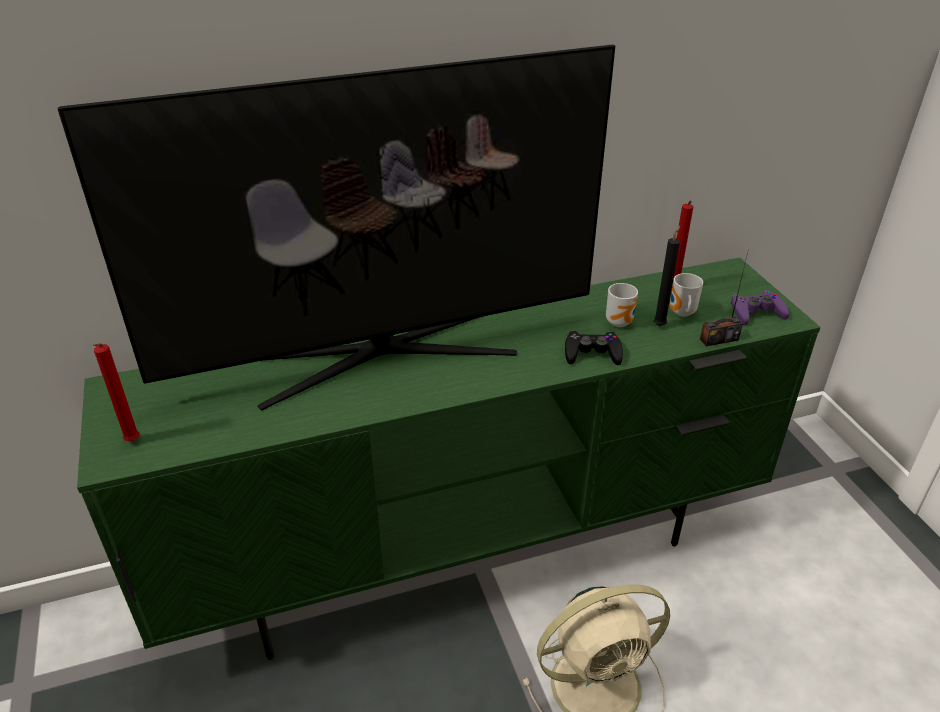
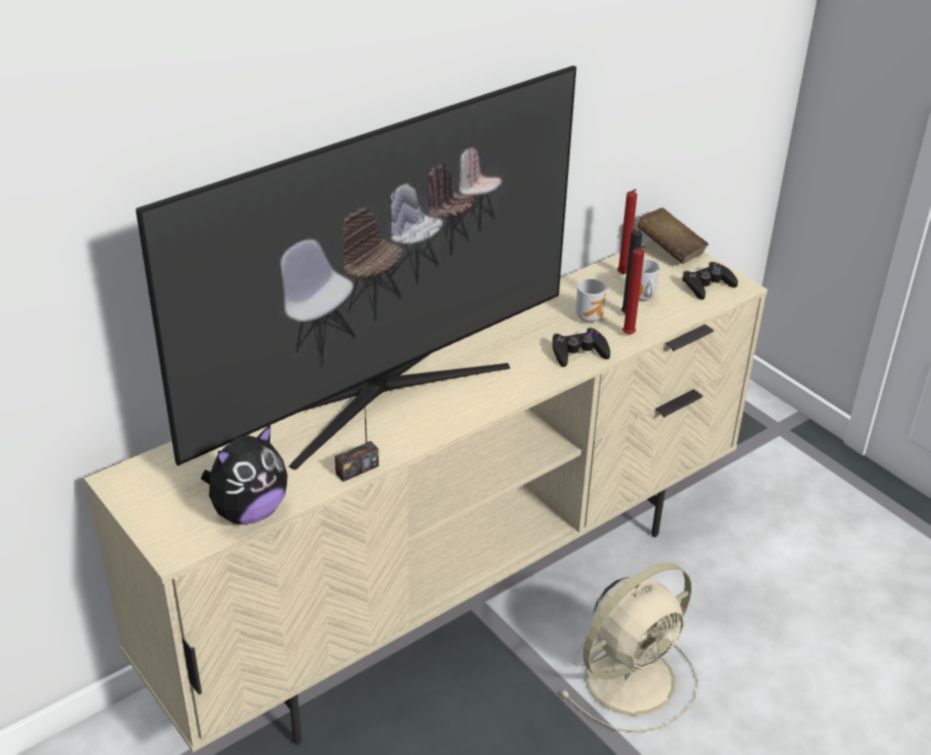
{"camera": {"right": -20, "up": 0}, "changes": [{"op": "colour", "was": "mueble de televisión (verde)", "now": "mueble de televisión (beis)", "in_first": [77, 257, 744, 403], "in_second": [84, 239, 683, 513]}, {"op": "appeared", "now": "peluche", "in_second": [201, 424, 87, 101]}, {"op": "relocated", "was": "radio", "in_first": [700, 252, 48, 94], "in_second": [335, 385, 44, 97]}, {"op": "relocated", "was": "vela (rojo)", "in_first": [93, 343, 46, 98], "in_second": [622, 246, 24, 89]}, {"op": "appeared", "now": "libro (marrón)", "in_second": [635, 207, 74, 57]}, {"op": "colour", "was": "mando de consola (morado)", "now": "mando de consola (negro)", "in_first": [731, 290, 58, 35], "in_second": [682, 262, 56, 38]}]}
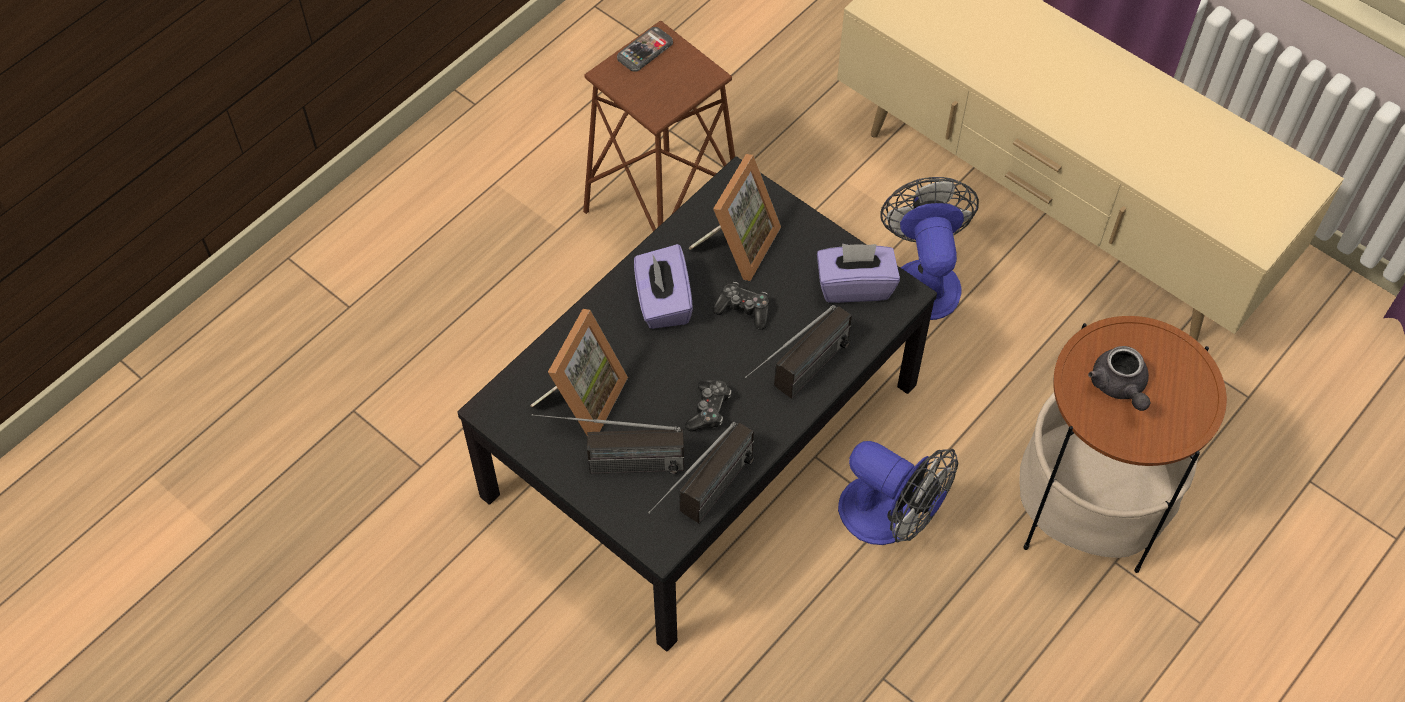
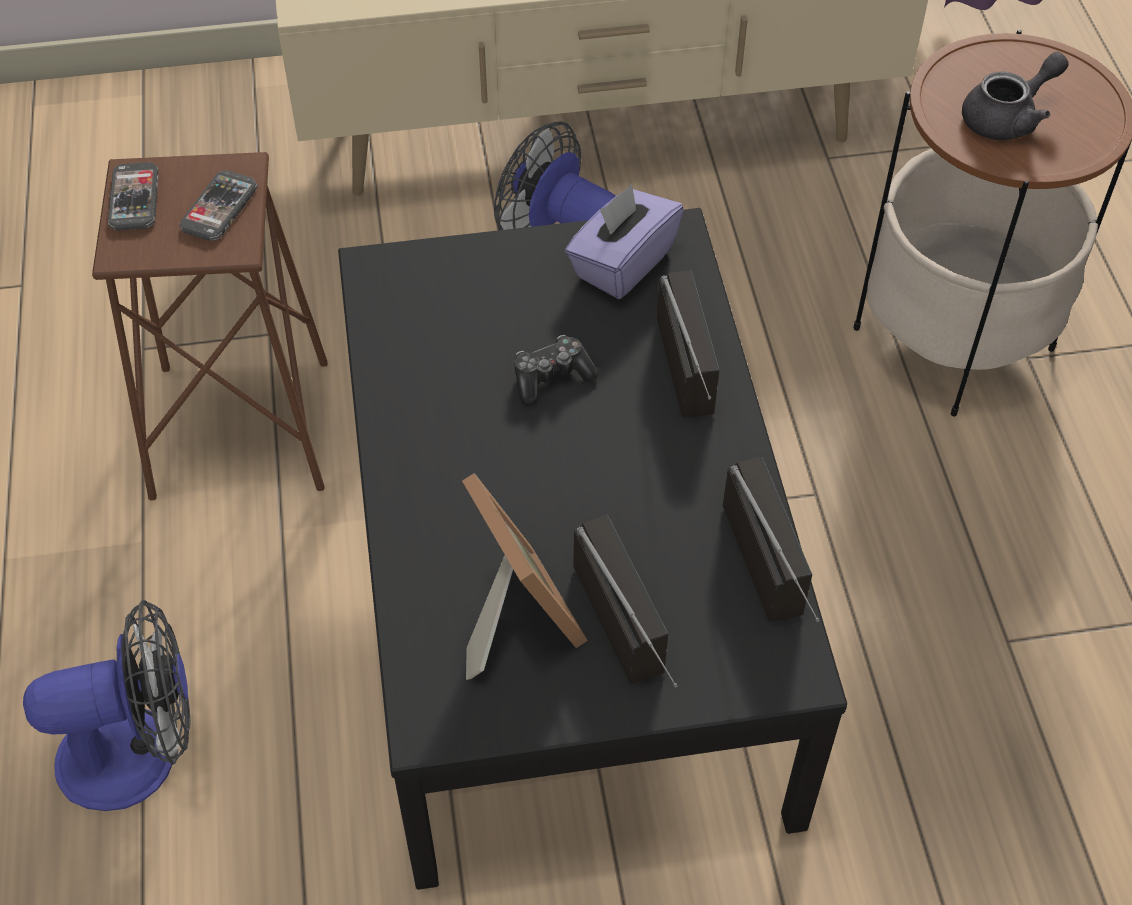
{"camera": {"right": -50, "up": -5}, "changes": [{"op": "relocated", "was": "ventilador", "in_first": [838, 441, 120, 104], "in_second": [23, 599, 168, 212]}, {"op": "appeared", "now": "móvil", "in_second": [179, 170, 79, 71]}, {"op": "spun", "was": "radio", "in_first": [531, 414, 153, 60], "in_second": [573, 515, 105, 172], "clockwise": -60}, {"op": "spun", "was": "tetera (gris)", "in_first": [1088, 346, 62, 65], "in_second": [962, 52, 107, 89], "clockwise": -60}, {"op": "missing", "was": "caja de pañuelos (morado)", "in_first": [634, 244, 59, 85]}, {"op": "missing", "was": "mando de consola", "in_first": [685, 380, 46, 52]}, {"op": "missing", "was": "portarretratos", "in_first": [688, 154, 93, 127]}]}
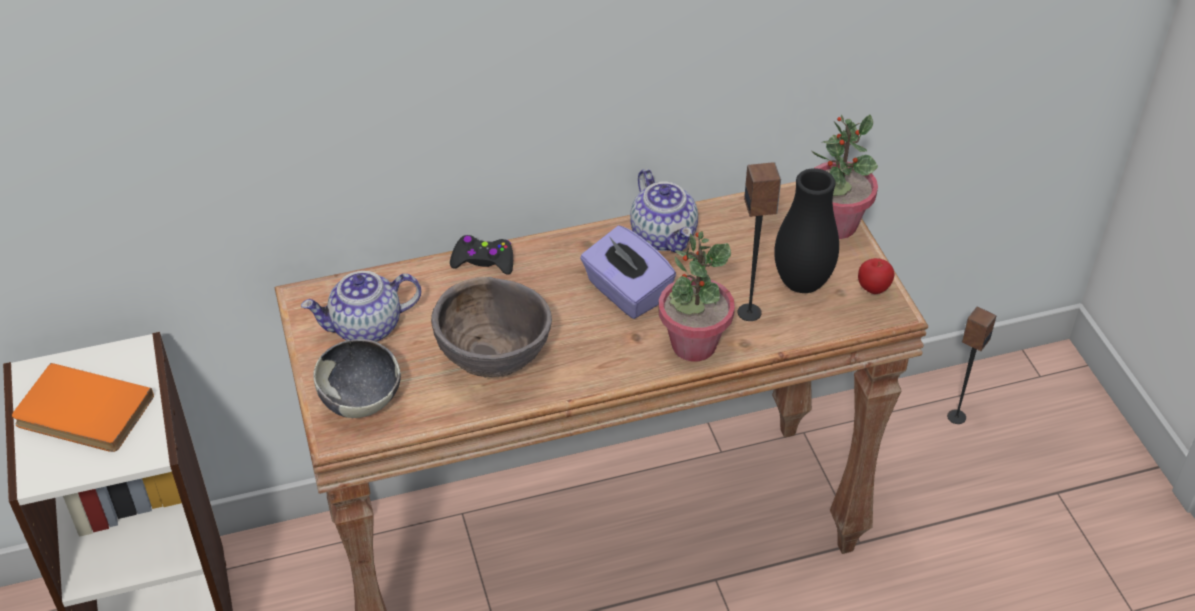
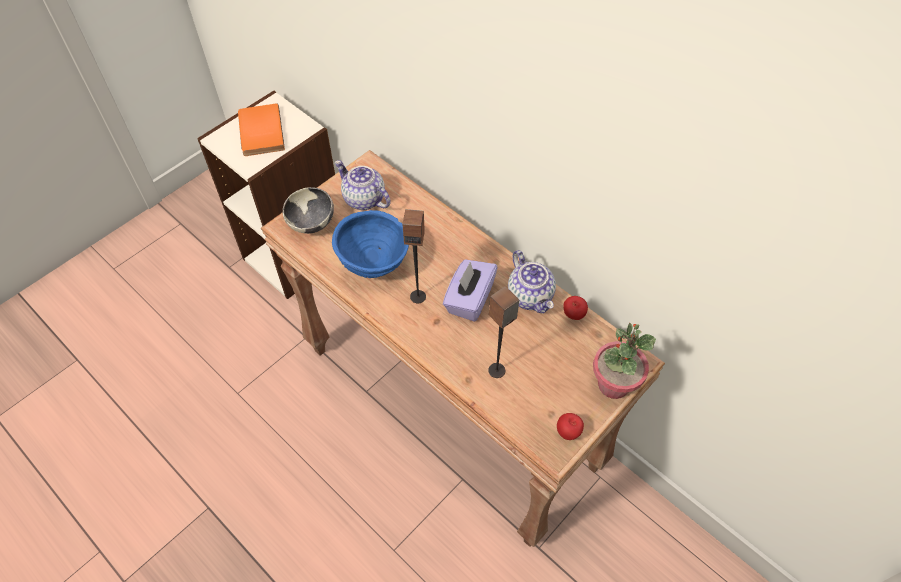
{"camera": {"right": 60, "up": 10}, "changes": [{"op": "colour", "was": "cuenco (marrón)", "now": "cuenco (azul)", "in_first": [431, 277, 121, 101], "in_second": [332, 210, 77, 68]}, {"op": "relocated", "was": "altavoz", "in_first": [947, 307, 49, 117], "in_second": [402, 209, 24, 94]}, {"op": "spun", "was": "tetera", "in_first": [630, 169, 68, 84], "in_second": [508, 250, 48, 64], "clockwise": -60}, {"op": "appeared", "now": "manzana", "in_second": [563, 296, 25, 24]}, {"op": "missing", "was": "mando de consola (negro)", "in_first": [450, 235, 63, 40]}, {"op": "missing", "was": "planta en maceta", "in_first": [658, 231, 77, 130]}, {"op": "missing", "was": "florero (negro)", "in_first": [774, 168, 65, 125]}]}
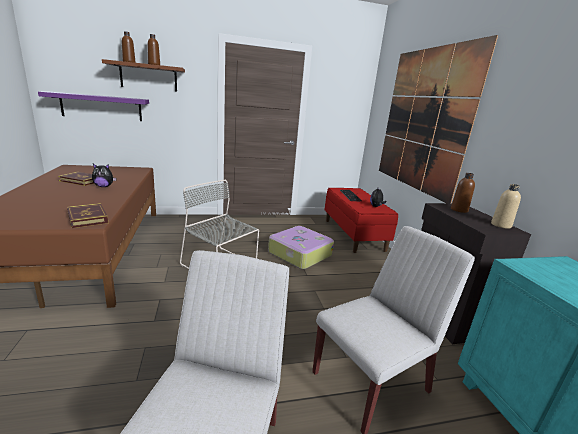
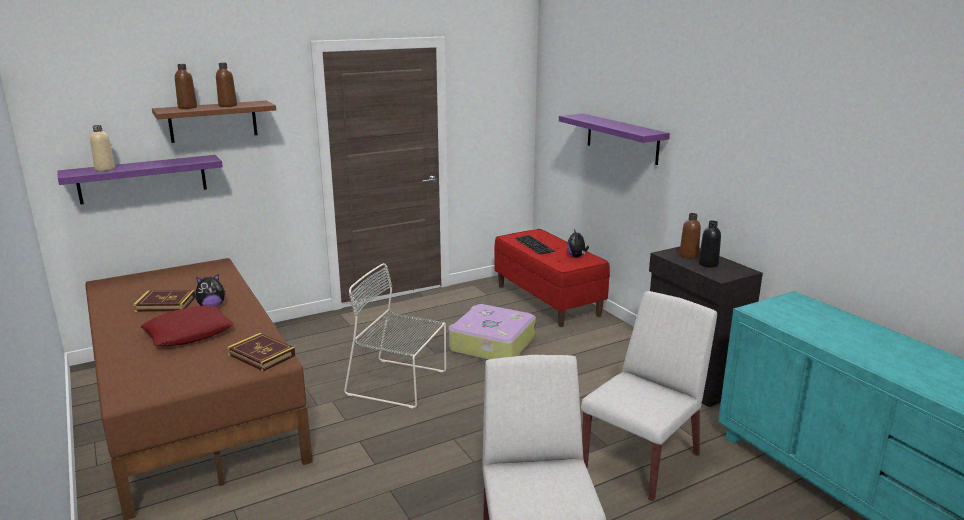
{"camera": {"right": -15, "up": 0}, "changes": [{"op": "relocated", "was": "botella (beis)", "in_first": [491, 184, 30, 45], "in_second": [90, 125, 25, 46]}, {"op": "appeared", "now": "cojín (rojo)", "in_second": [140, 306, 94, 40]}, {"op": "exchanged", "was": "cuadro", "now": "estante (morado)", "in_first": [379, 35, 119, 168], "in_second": [559, 113, 111, 52]}, {"op": "appeared", "now": "botella (negro)", "in_second": [699, 220, 22, 48]}]}
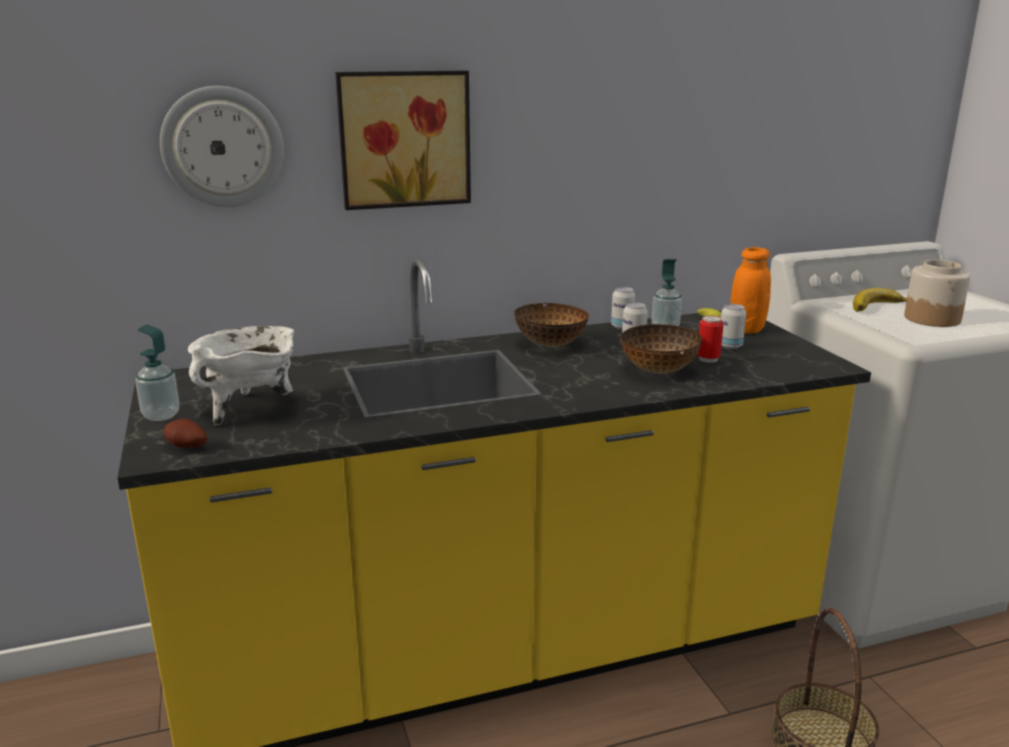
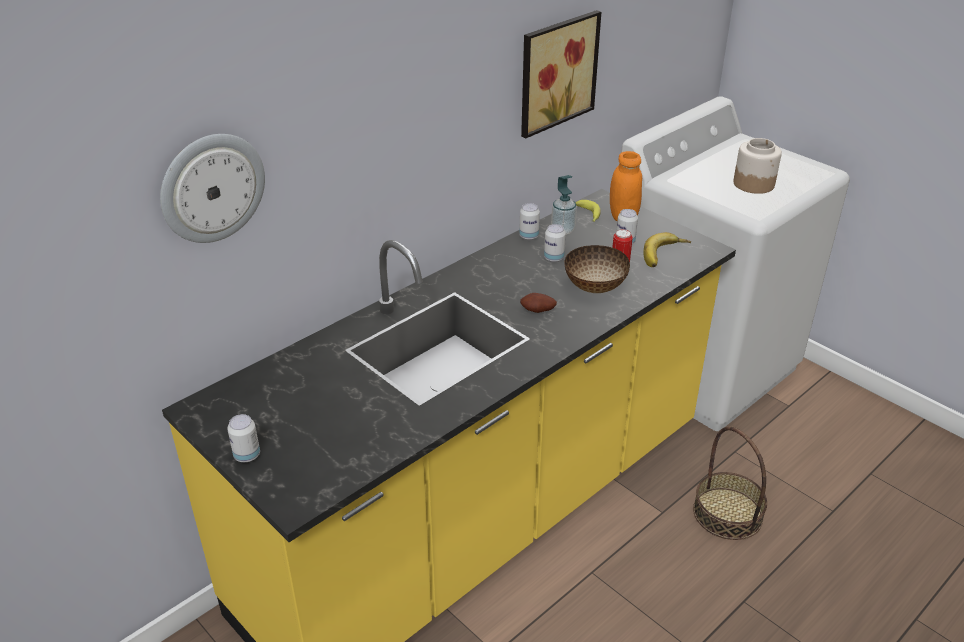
{"camera": {"right": -25, "up": 15}, "changes": [{"op": "exchanged", "was": "dispensador de jabón", "now": "lata", "in_first": [135, 325, 44, 96], "in_second": [227, 414, 33, 48]}, {"op": "relocated", "was": "patata", "in_first": [164, 419, 43, 29], "in_second": [520, 293, 37, 20]}, {"op": "relocated", "was": "cuadro", "in_first": [335, 71, 136, 139], "in_second": [521, 10, 80, 128]}, {"op": "relocated", "was": "plátano", "in_first": [853, 288, 54, 24], "in_second": [643, 232, 48, 35]}, {"op": "missing", "was": "olla (blanco)", "in_first": [188, 326, 106, 100]}, {"op": "missing", "was": "cuenco", "in_first": [515, 303, 74, 44]}]}
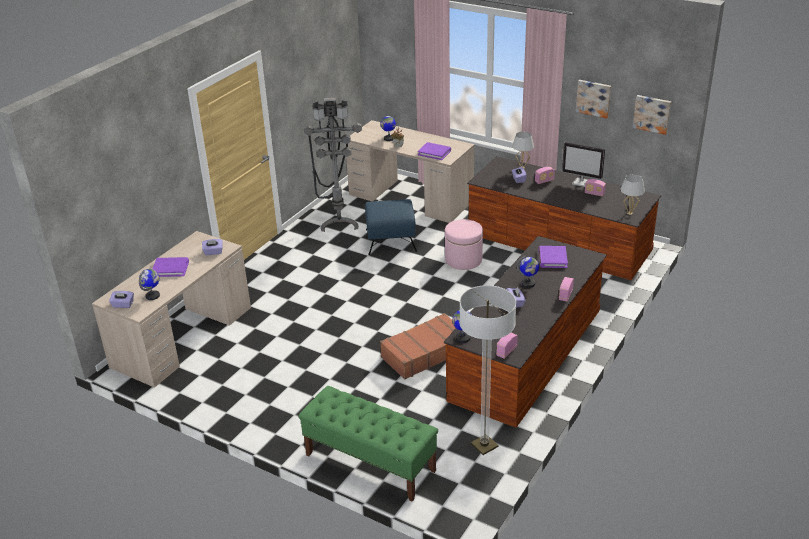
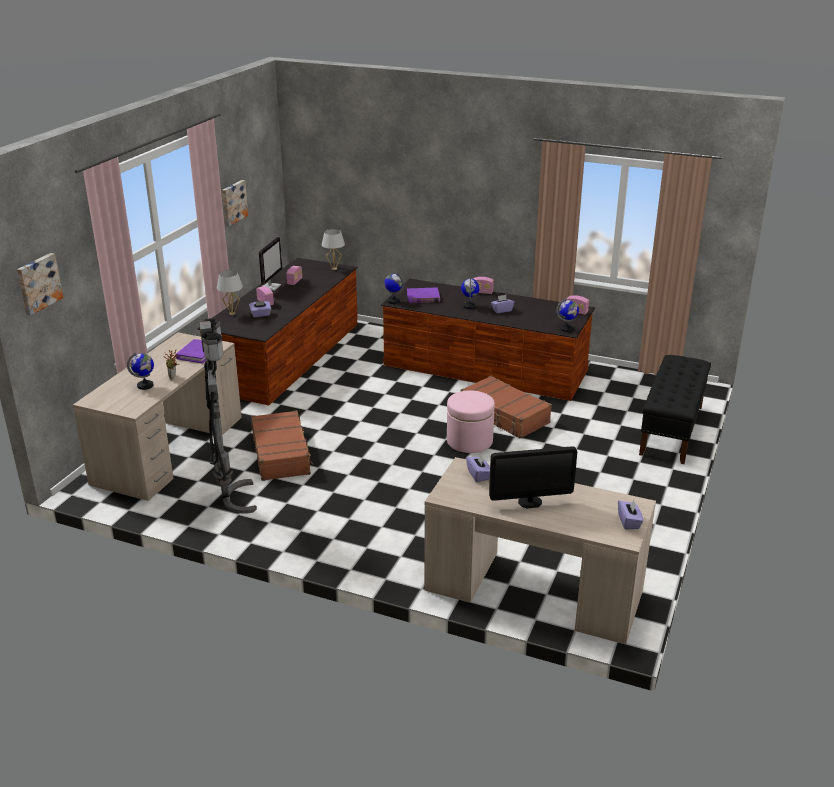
{"camera": {"right": -100, "up": -5}, "changes": [{"op": "relocated", "was": "cuadro", "in_first": [633, 95, 38, 40], "in_second": [17, 253, 46, 63]}, {"op": "exchanged", "was": "puf (azul)", "now": "maleta (marrón)", "in_first": [365, 199, 52, 56], "in_second": [251, 410, 62, 71]}, {"op": "relocated", "was": "globo terráqueo", "in_first": [139, 269, 21, 31], "in_second": [384, 273, 20, 31]}, {"op": "relocated", "was": "puf (rosa)", "in_first": [445, 219, 38, 51], "in_second": [447, 390, 48, 63]}, {"op": "exchanged", "was": "libro (morado)", "now": "monitor", "in_first": [152, 257, 37, 20], "in_second": [489, 446, 88, 62]}, {"op": "colour", "was": "banco (verde)", "now": "banco (negro)", "in_first": [299, 386, 139, 116], "in_second": [639, 355, 72, 109]}, {"op": "missing", "was": "lámpara de pie", "in_first": [459, 285, 57, 170]}]}
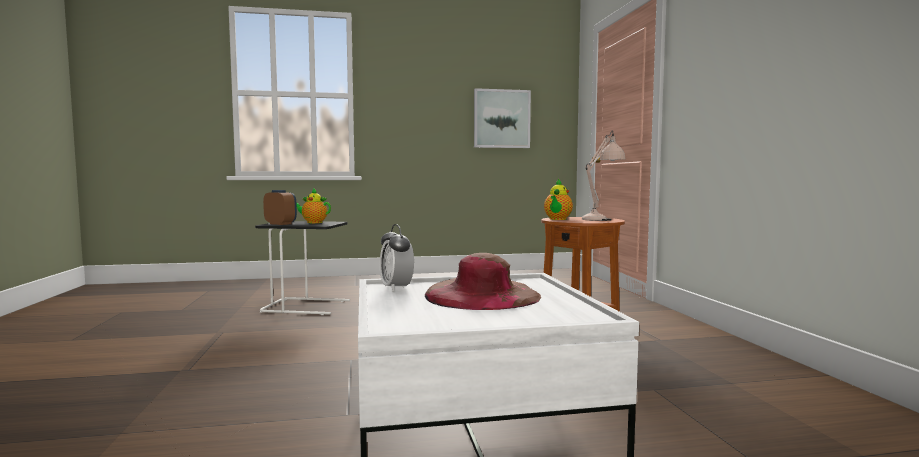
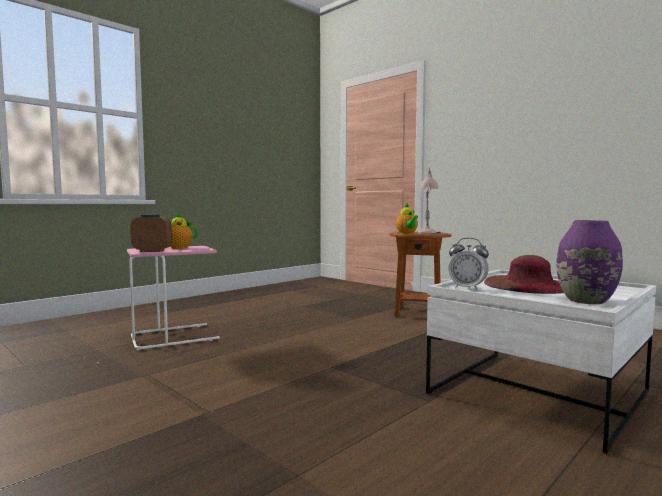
{"camera": {"right": -35, "up": 0}, "changes": [{"op": "colour", "was": "mesa auxiliar (negro)", "now": "mesa auxiliar (rosa)", "in_first": [255, 221, 95, 94], "in_second": [127, 246, 93, 104]}, {"op": "appeared", "now": "florero (morado)", "in_second": [556, 220, 67, 84]}, {"op": "missing", "was": "cuadro", "in_first": [474, 88, 57, 60]}]}
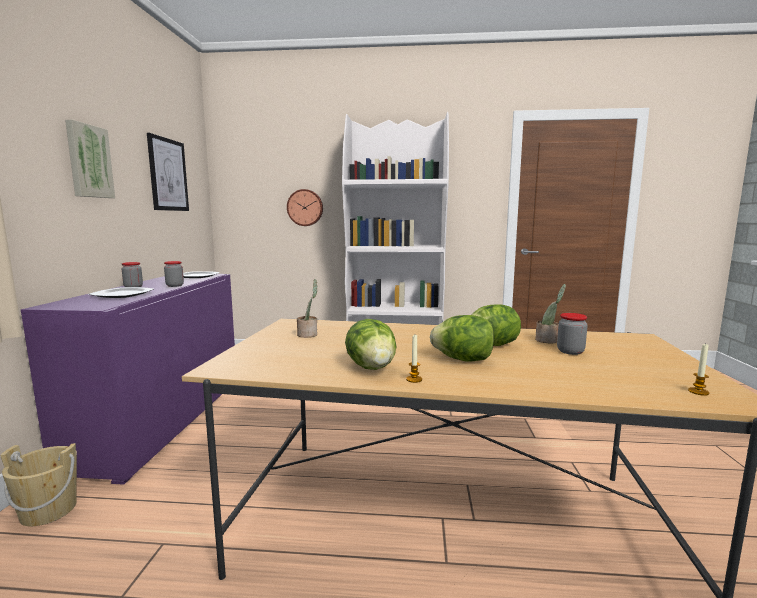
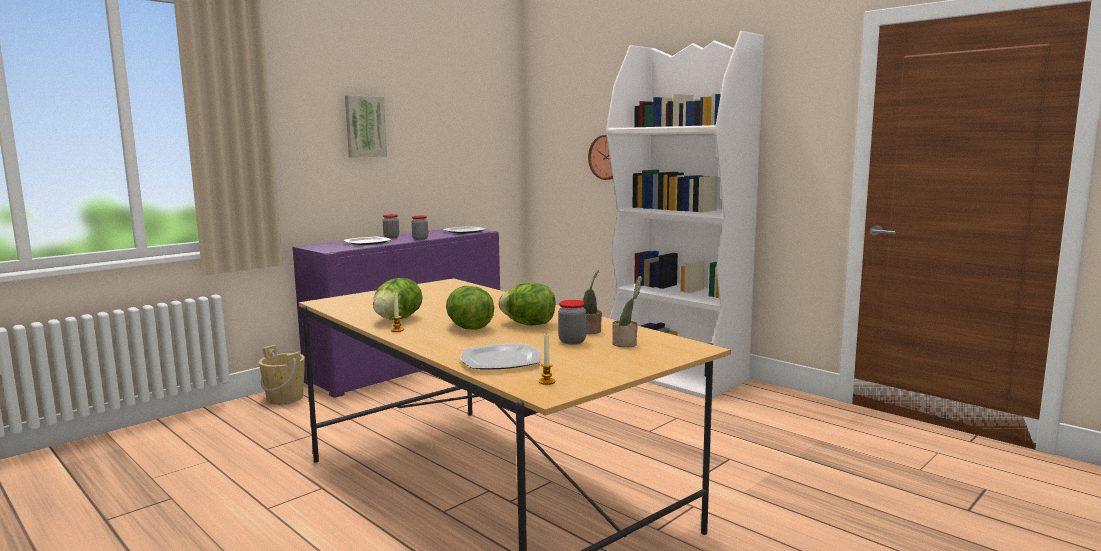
{"camera": {"right": 40, "up": 0}, "changes": [{"op": "appeared", "now": "plato", "in_second": [460, 344, 81, 26]}, {"op": "relocated", "was": "planta en maceta", "in_first": [297, 279, 20, 59], "in_second": [612, 276, 30, 71]}, {"op": "missing", "was": "cuadro", "in_first": [147, 133, 42, 78]}]}
